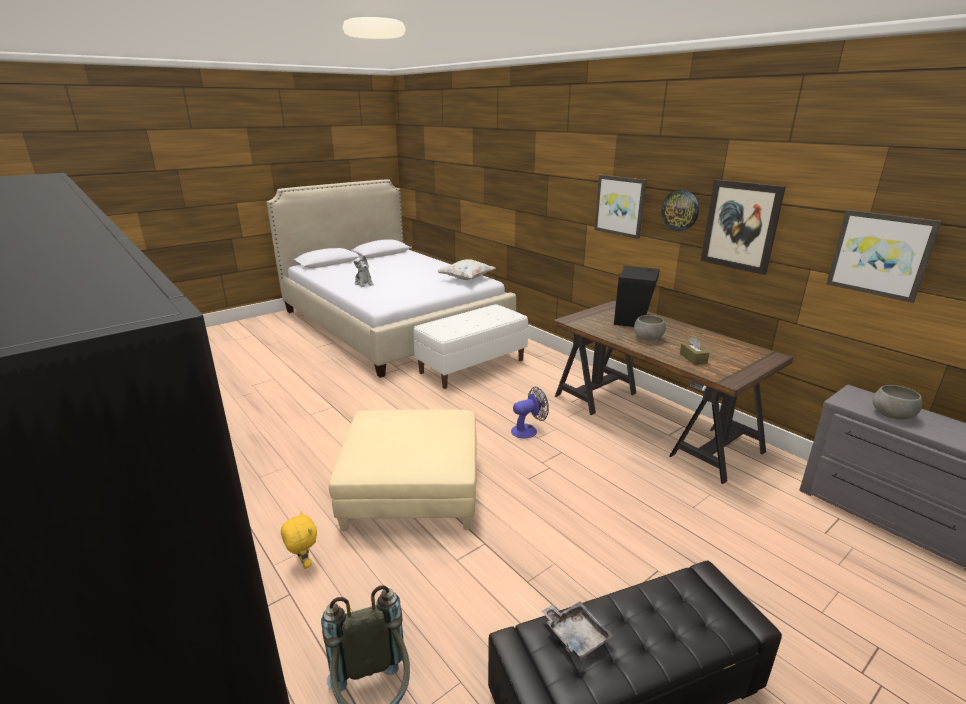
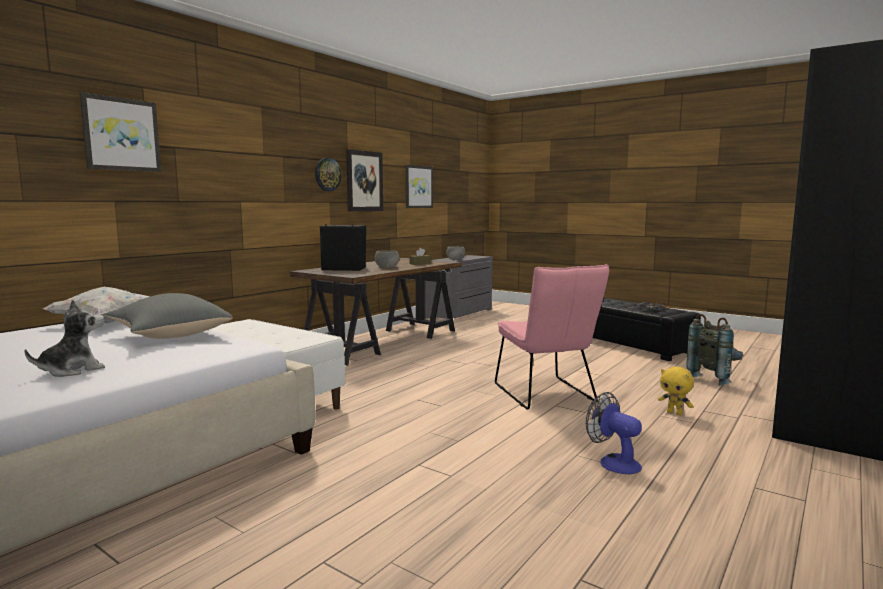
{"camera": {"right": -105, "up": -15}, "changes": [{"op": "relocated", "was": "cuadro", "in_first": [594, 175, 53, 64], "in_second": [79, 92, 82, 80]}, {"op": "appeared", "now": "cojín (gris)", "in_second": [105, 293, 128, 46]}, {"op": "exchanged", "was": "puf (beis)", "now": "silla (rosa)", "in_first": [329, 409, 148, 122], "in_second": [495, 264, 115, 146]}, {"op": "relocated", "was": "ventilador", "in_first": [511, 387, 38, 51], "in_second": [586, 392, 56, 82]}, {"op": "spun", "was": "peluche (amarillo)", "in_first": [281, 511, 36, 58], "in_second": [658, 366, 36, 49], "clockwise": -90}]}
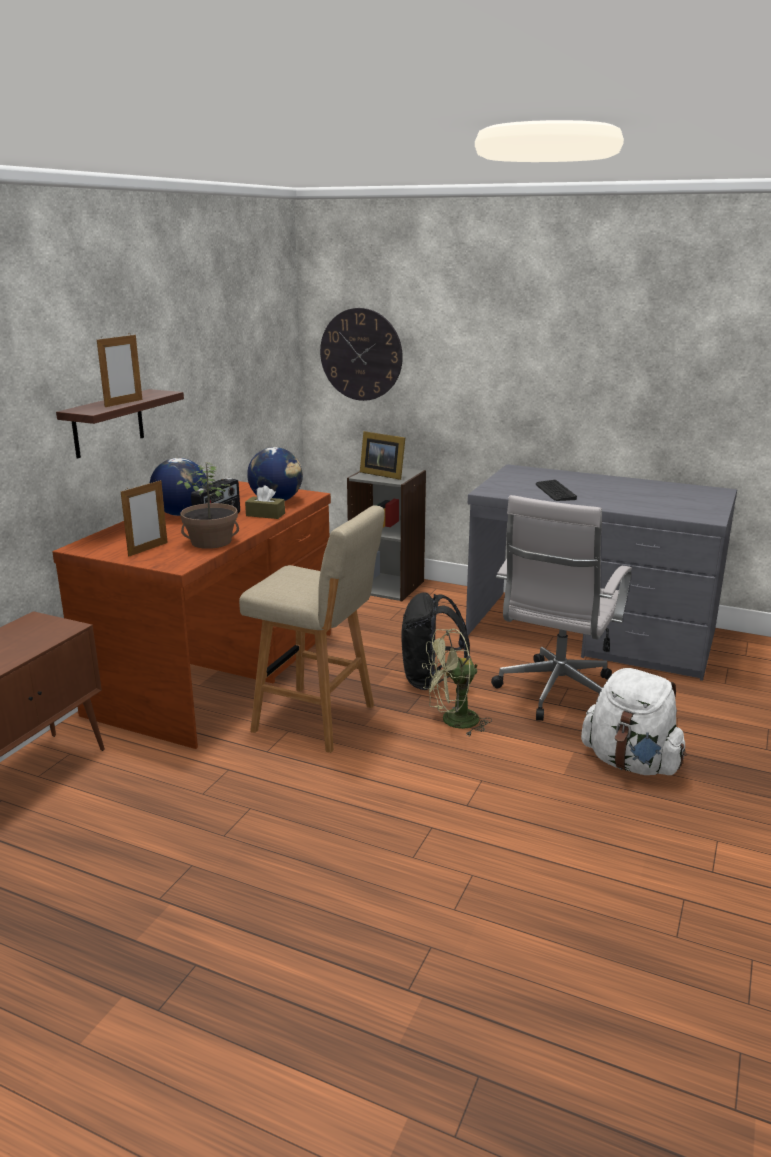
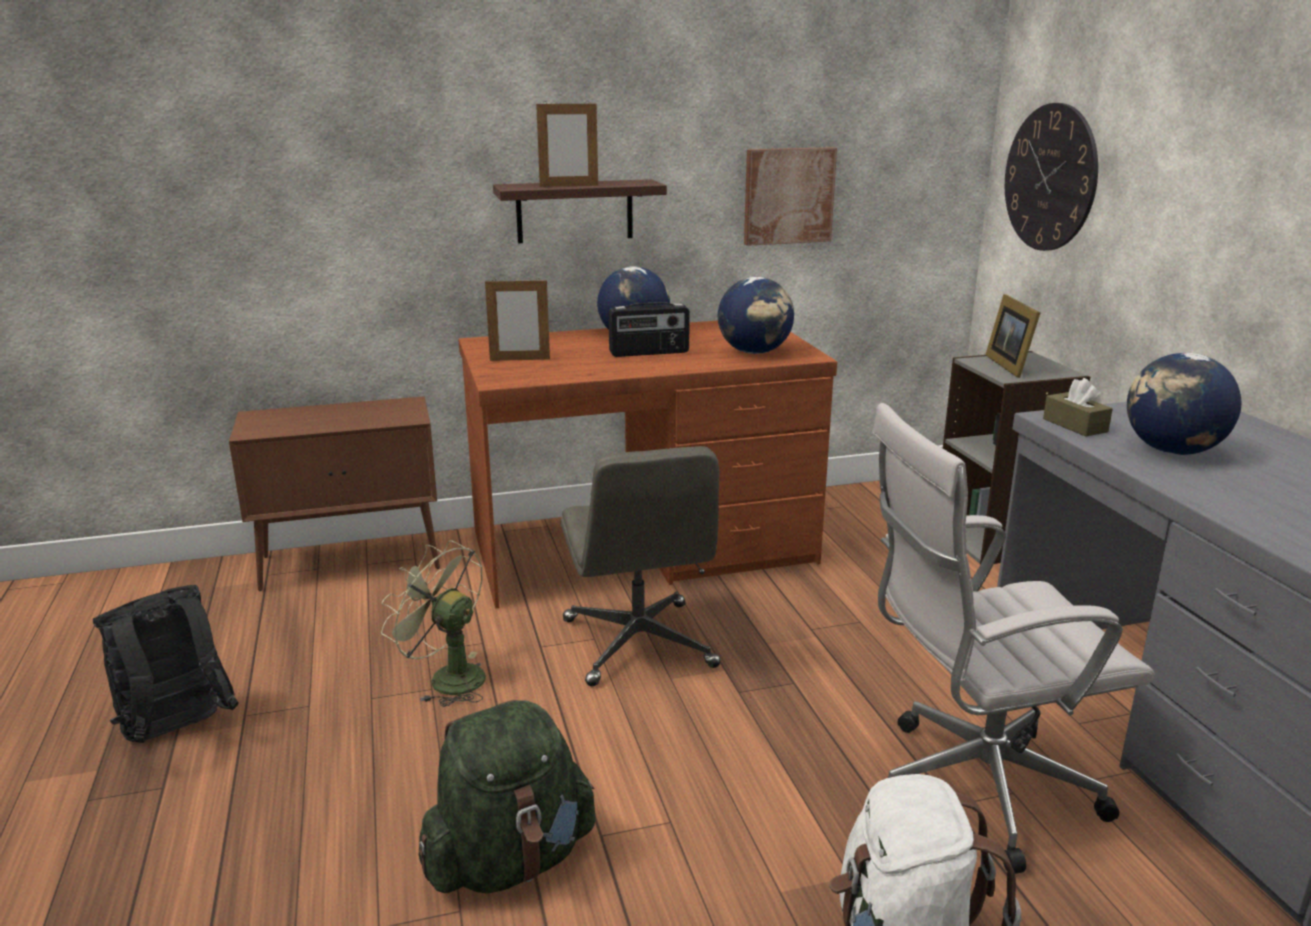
{"camera": {"right": 50, "up": 0}, "changes": [{"op": "relocated", "was": "mochila (negro)", "in_first": [401, 592, 69, 98], "in_second": [93, 585, 146, 158]}, {"op": "relocated", "was": "ventilador (verde)", "in_first": [422, 629, 70, 107], "in_second": [381, 540, 105, 167]}, {"op": "appeared", "now": "mochila (verde)", "in_second": [419, 700, 177, 194]}, {"op": "exchanged", "was": "taburete (beis)", "now": "silla de oficina (gris)", "in_first": [239, 505, 146, 248], "in_second": [561, 446, 159, 240]}, {"op": "appeared", "now": "cuadro", "in_second": [744, 147, 93, 99]}, {"op": "relocated", "was": "caja de pañuelos (marrón)", "in_first": [245, 486, 40, 33], "in_second": [1043, 378, 70, 59]}, {"op": "exchanged", "was": "teclado", "now": "globo terráqueo", "in_first": [536, 480, 41, 21], "in_second": [1127, 353, 114, 102]}, {"op": "missing", "was": "planta en maceta", "in_first": [176, 462, 63, 87]}]}
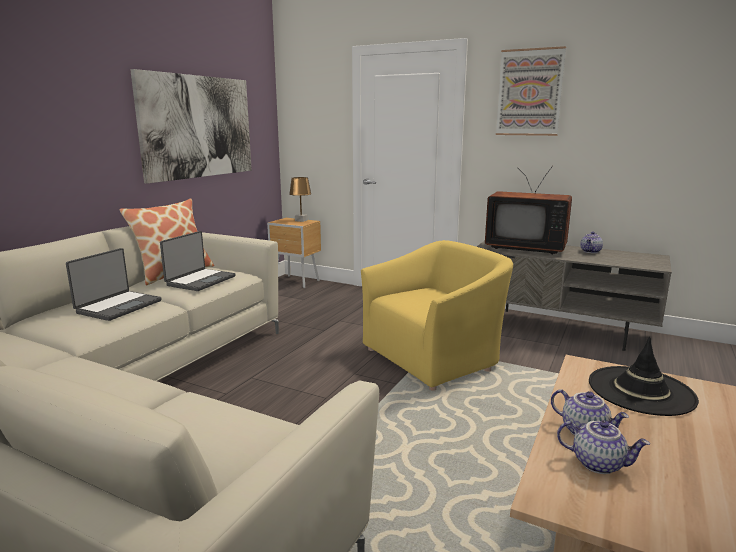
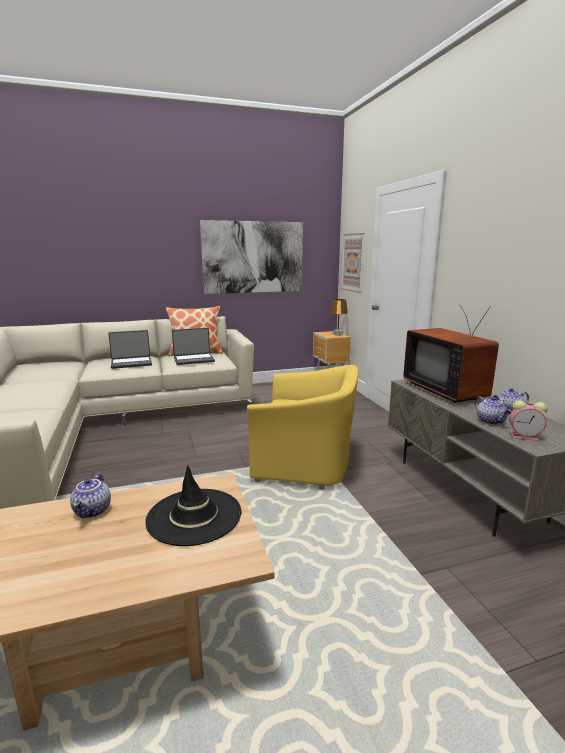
{"camera": {"right": 45, "up": 0}, "changes": [{"op": "relocated", "was": "cuadro", "in_first": [496, 46, 70, 90], "in_second": [341, 233, 24, 60]}, {"op": "relocated", "was": "tetera", "in_first": [557, 420, 93, 54], "in_second": [475, 396, 37, 29]}, {"op": "appeared", "now": "despertador", "in_second": [509, 400, 39, 41]}]}
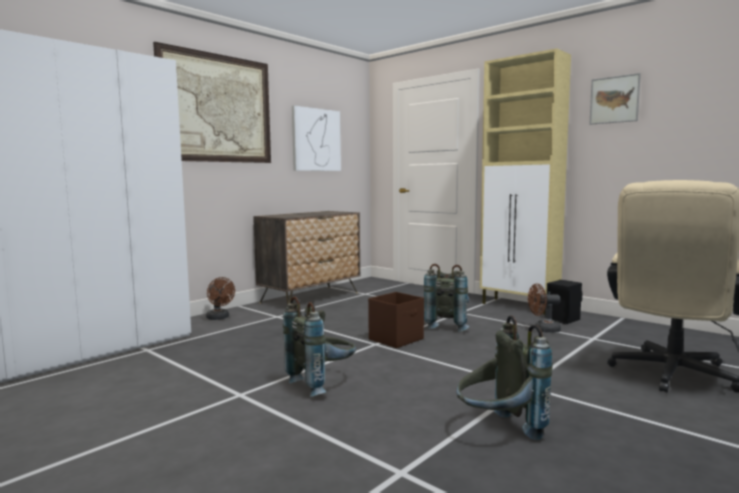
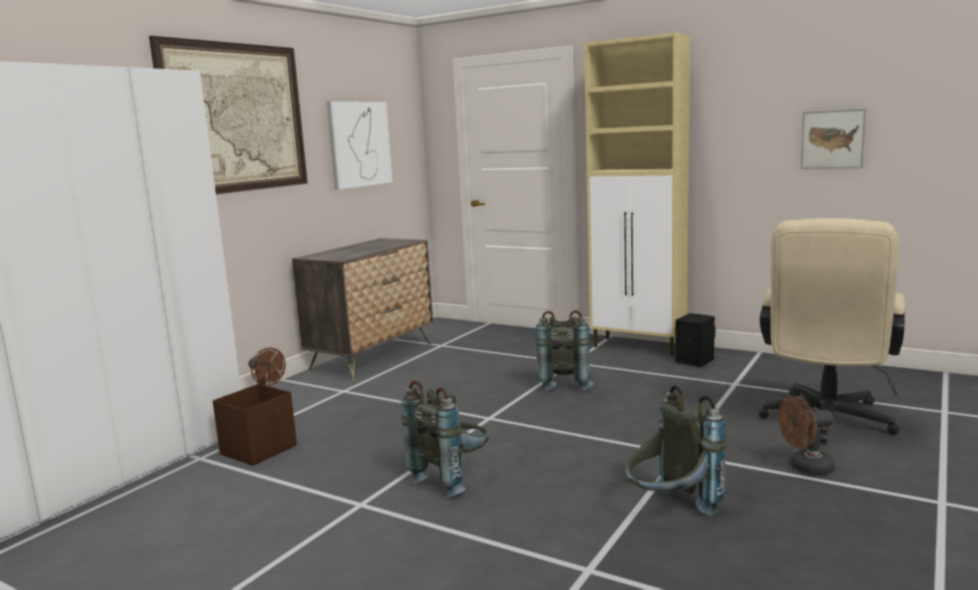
{"camera": {"right": -10, "up": 5}, "changes": [{"op": "relocated", "was": "caja de almacenaje (marrón)", "in_first": [368, 292, 56, 56], "in_second": [213, 384, 84, 82]}, {"op": "relocated", "was": "ventilador (marrón)", "in_first": [528, 283, 33, 50], "in_second": [778, 395, 57, 80]}, {"op": "relocated", "was": "cuadro", "in_first": [589, 73, 52, 52], "in_second": [801, 109, 65, 60]}]}
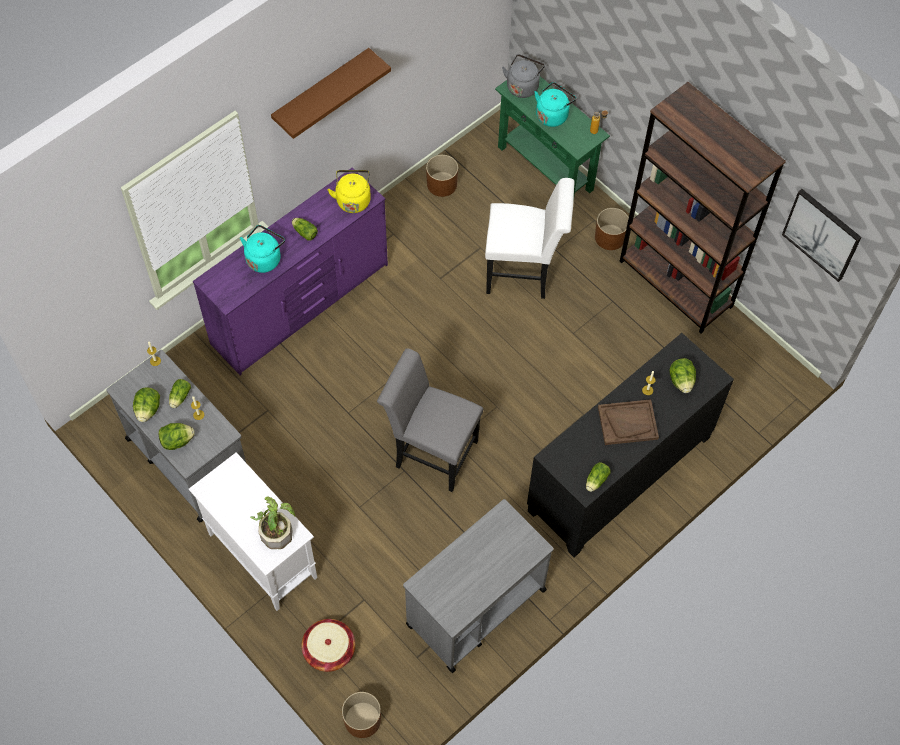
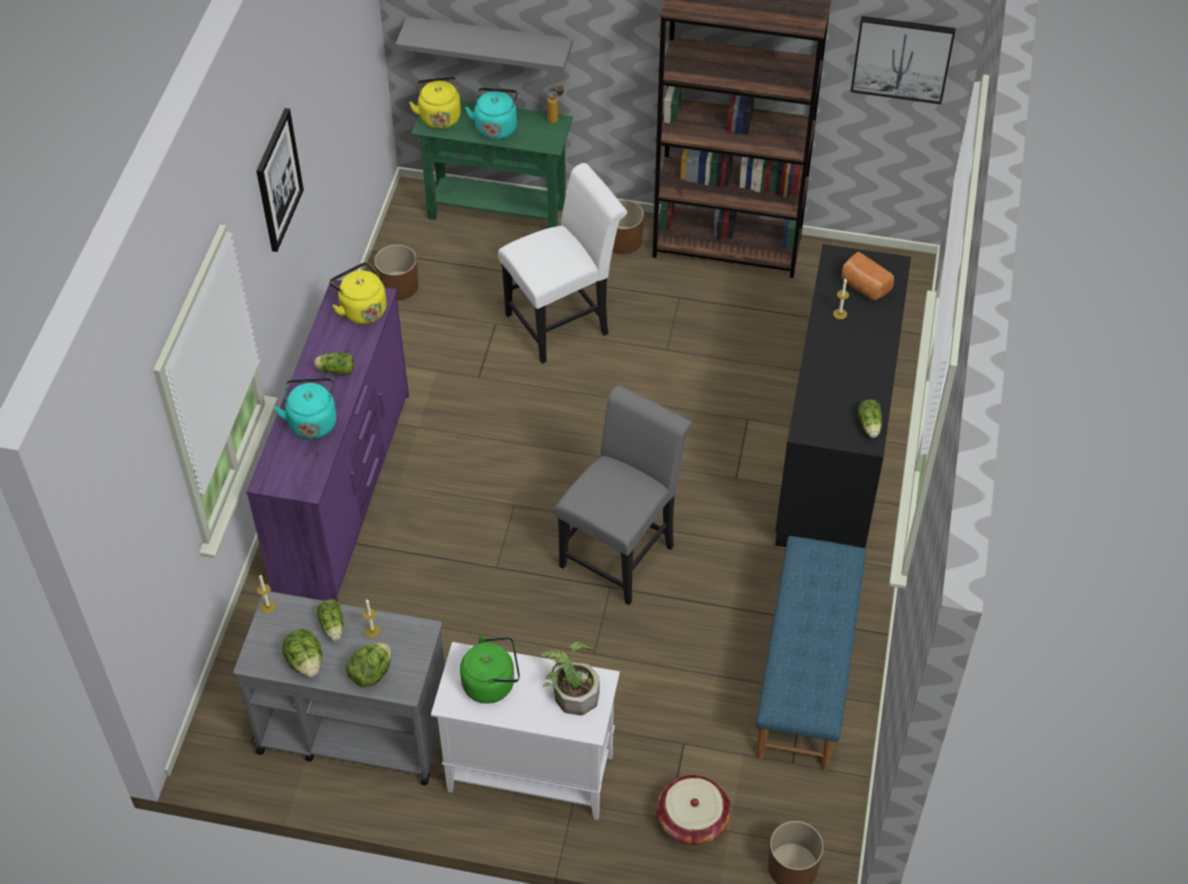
{"camera": {"right": -35, "up": -10}, "changes": [{"op": "exchanged", "was": "estante (marrón)", "now": "cuadro", "in_first": [271, 48, 120, 91], "in_second": [256, 108, 48, 144]}, {"op": "appeared", "now": "estante (gris)", "in_second": [396, 17, 177, 55]}, {"op": "colour", "was": "hervidor (gris)", "now": "hervidor (amarillo)", "in_first": [502, 54, 43, 44], "in_second": [409, 76, 52, 53]}, {"op": "appeared", "now": "hervidor (verde)", "in_second": [460, 635, 60, 69]}, {"op": "spun", "was": "silla (gris)", "in_first": [377, 348, 106, 144], "in_second": [555, 385, 137, 220], "clockwise": 135}, {"op": "exchanged", "was": "carrito (gris)", "now": "banco (azul)", "in_first": [403, 499, 151, 174], "in_second": [756, 536, 110, 235]}, {"op": "exchanged", "was": "lechuga", "now": "pan", "in_first": [669, 358, 27, 35], "in_second": [842, 252, 52, 48]}, {"op": "missing", "was": "bandeja (marrón)", "in_first": [598, 399, 61, 46]}]}
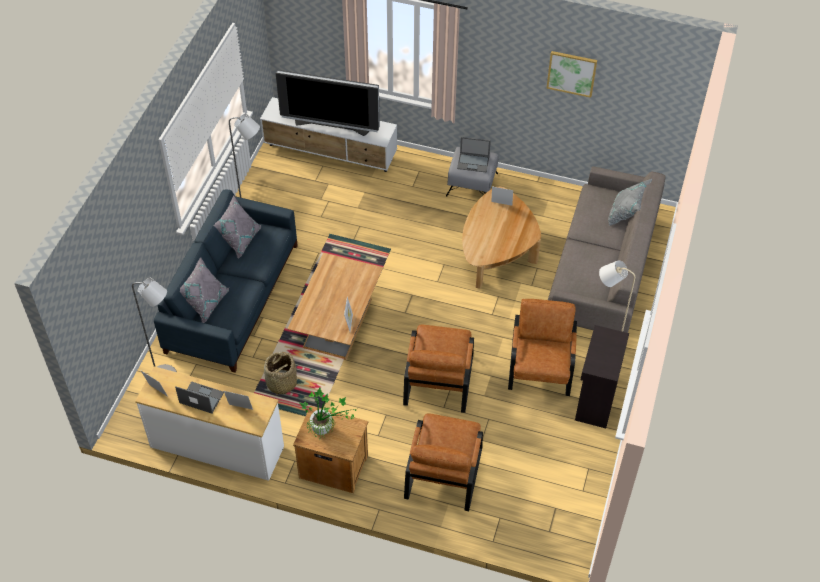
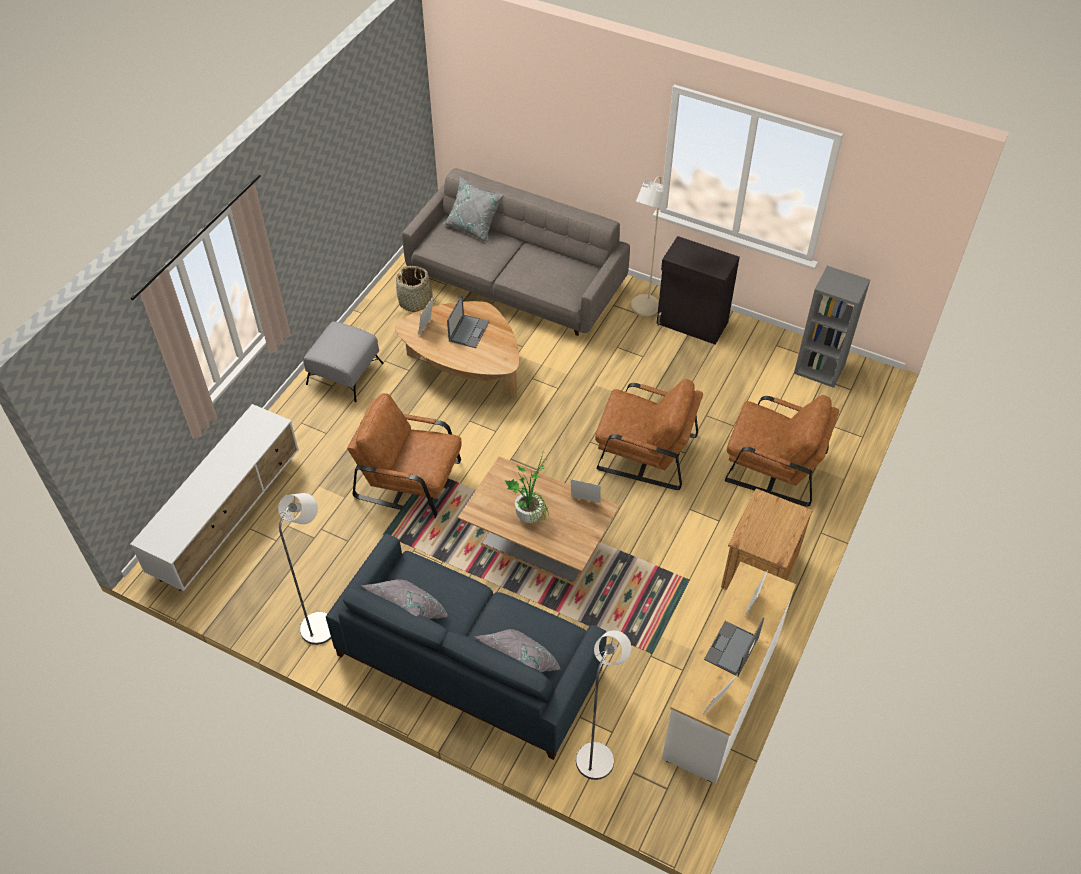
{"camera": {"right": -80, "up": 0}, "changes": [{"op": "relocated", "was": "sillón (marrón)", "in_first": [508, 299, 69, 97], "in_second": [347, 393, 115, 125]}, {"op": "relocated", "was": "cesta", "in_first": [264, 352, 33, 44], "in_second": [396, 266, 40, 46]}, {"op": "relocated", "was": "portátil", "in_first": [457, 137, 34, 36], "in_second": [447, 294, 43, 54]}, {"op": "relocated", "was": "planta en maceta", "in_first": [300, 388, 57, 52], "in_second": [505, 451, 45, 75]}, {"op": "appeared", "now": "estantería (gris)", "in_second": [794, 266, 76, 122]}, {"op": "missing", "was": "televisor", "in_first": [276, 70, 104, 66]}, {"op": "missing", "was": "cuadro", "in_first": [547, 51, 50, 47]}]}
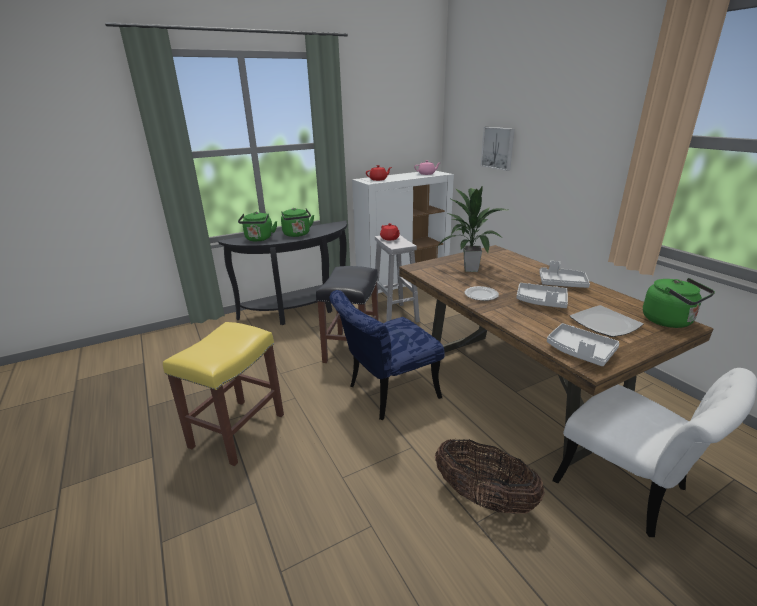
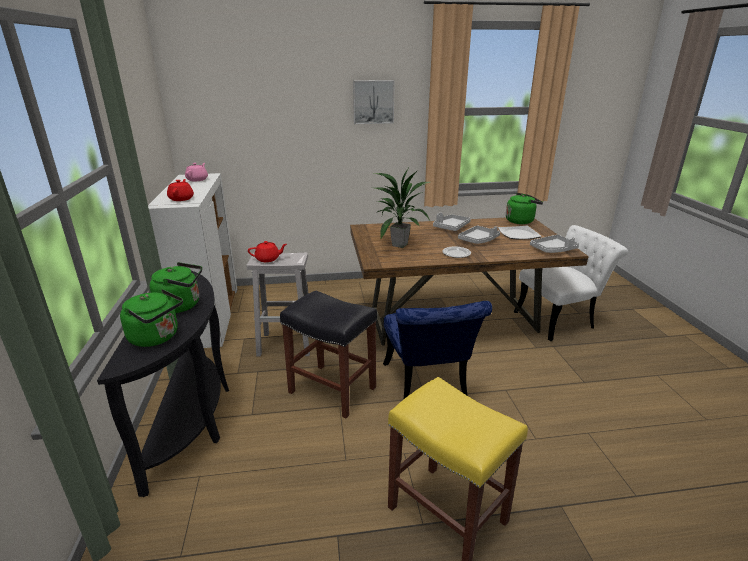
{"camera": {"right": -70, "up": 0}, "changes": [{"op": "relocated", "was": "cuadro", "in_first": [481, 127, 34, 44], "in_second": [353, 80, 42, 44]}, {"op": "missing", "was": "cesta", "in_first": [435, 439, 110, 75]}]}
